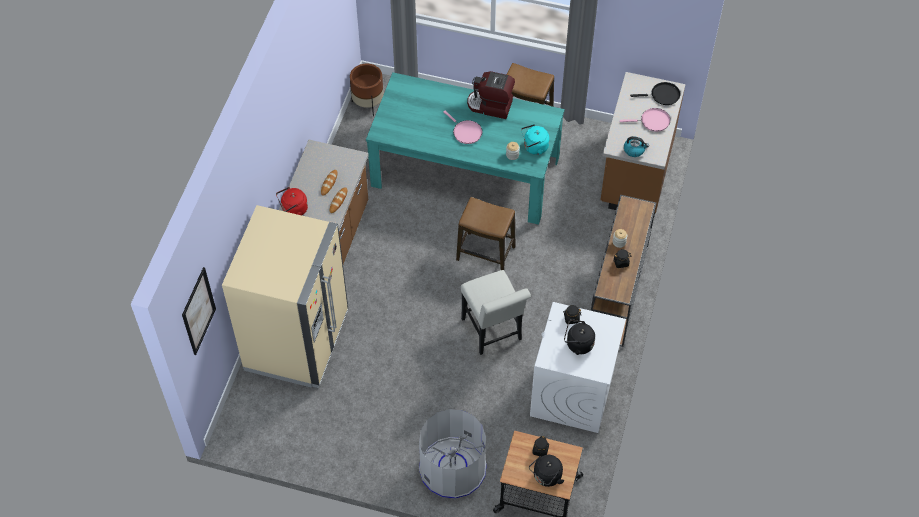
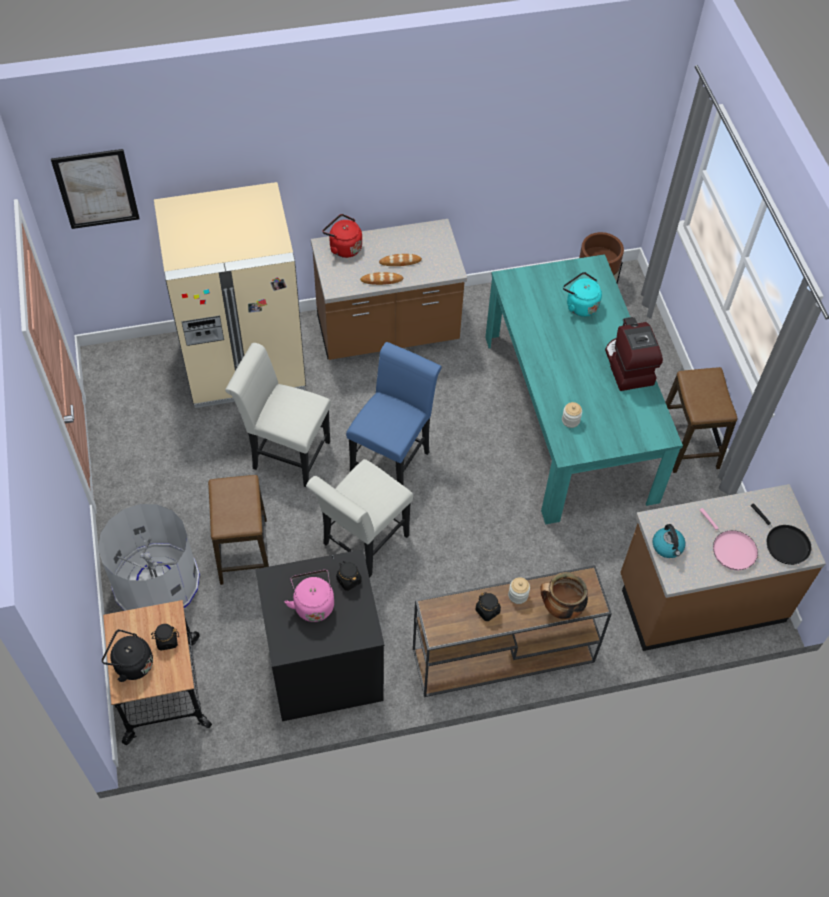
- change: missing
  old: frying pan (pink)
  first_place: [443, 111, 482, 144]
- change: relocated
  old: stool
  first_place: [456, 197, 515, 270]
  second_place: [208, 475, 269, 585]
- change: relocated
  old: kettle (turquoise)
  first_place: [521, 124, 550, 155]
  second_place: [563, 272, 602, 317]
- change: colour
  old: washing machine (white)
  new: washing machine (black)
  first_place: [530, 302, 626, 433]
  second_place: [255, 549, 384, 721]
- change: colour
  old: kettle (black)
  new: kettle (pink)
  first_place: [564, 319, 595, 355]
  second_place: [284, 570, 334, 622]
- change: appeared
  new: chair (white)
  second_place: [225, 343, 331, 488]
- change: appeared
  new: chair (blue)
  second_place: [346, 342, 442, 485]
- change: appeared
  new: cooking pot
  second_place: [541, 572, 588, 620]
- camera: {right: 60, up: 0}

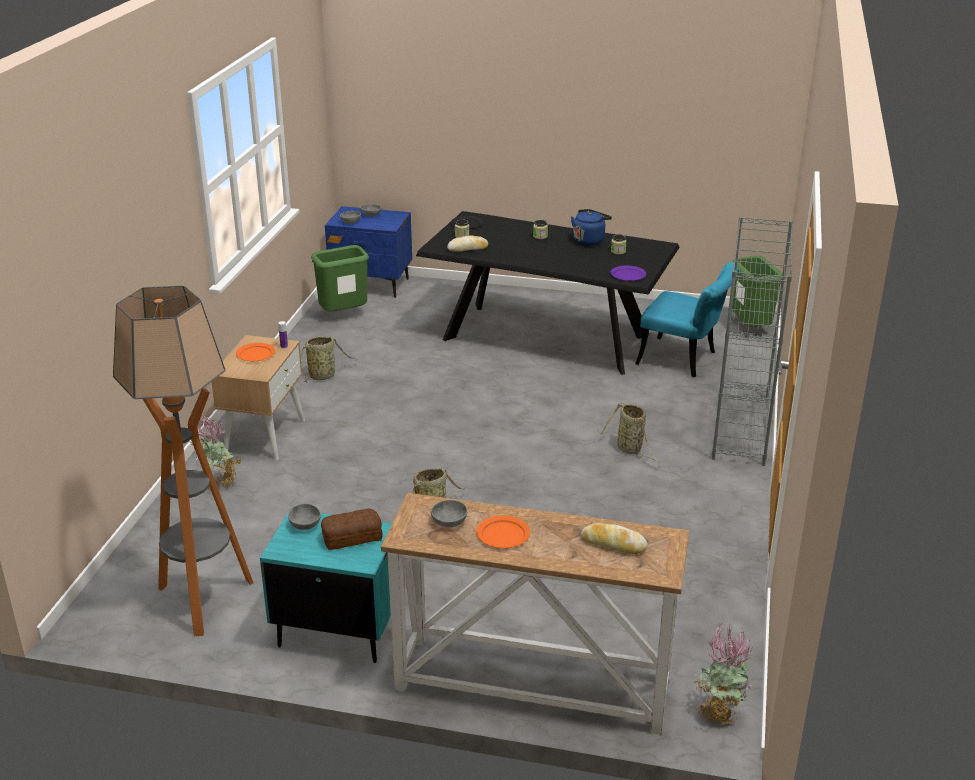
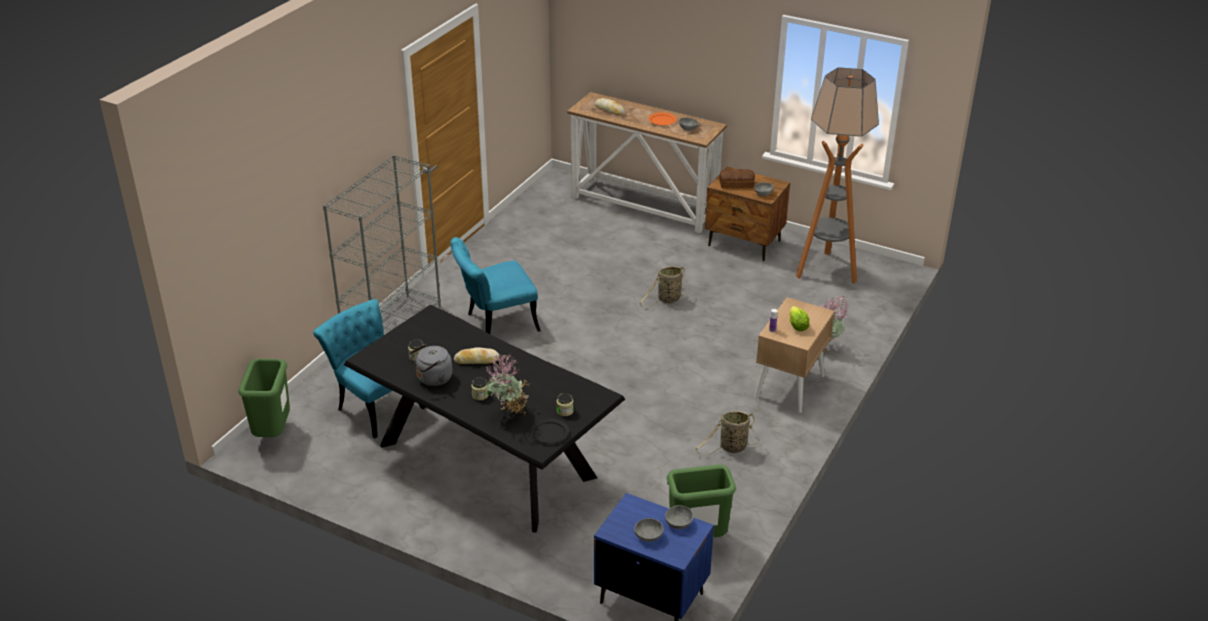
- change: exchanged
  old: plate (orange)
  new: lettuce
  first_place: [236, 343, 275, 361]
  second_place: [790, 306, 809, 331]
- change: colour
  old: nightstand (turquoise)
  new: nightstand (brown)
  first_place: [260, 510, 392, 663]
  second_place: [705, 167, 790, 261]
- change: relocated
  old: bread
  first_place: [447, 236, 488, 252]
  second_place: [454, 347, 500, 364]
- change: colour
  old: kettle (blue)
  new: kettle (grey)
  first_place: [571, 209, 612, 246]
  second_place: [409, 344, 452, 386]
- change: exchanged
  old: basket
  new: chair (turquoise)
  first_place: [600, 403, 660, 463]
  second_place: [450, 237, 541, 334]
- change: missing
  old: plate (purple)
  first_place: [610, 266, 646, 281]
- change: relocated
  old: potted plant
  first_place: [694, 624, 754, 727]
  second_place: [485, 354, 530, 415]
- camera: {right: -165, up: 5}

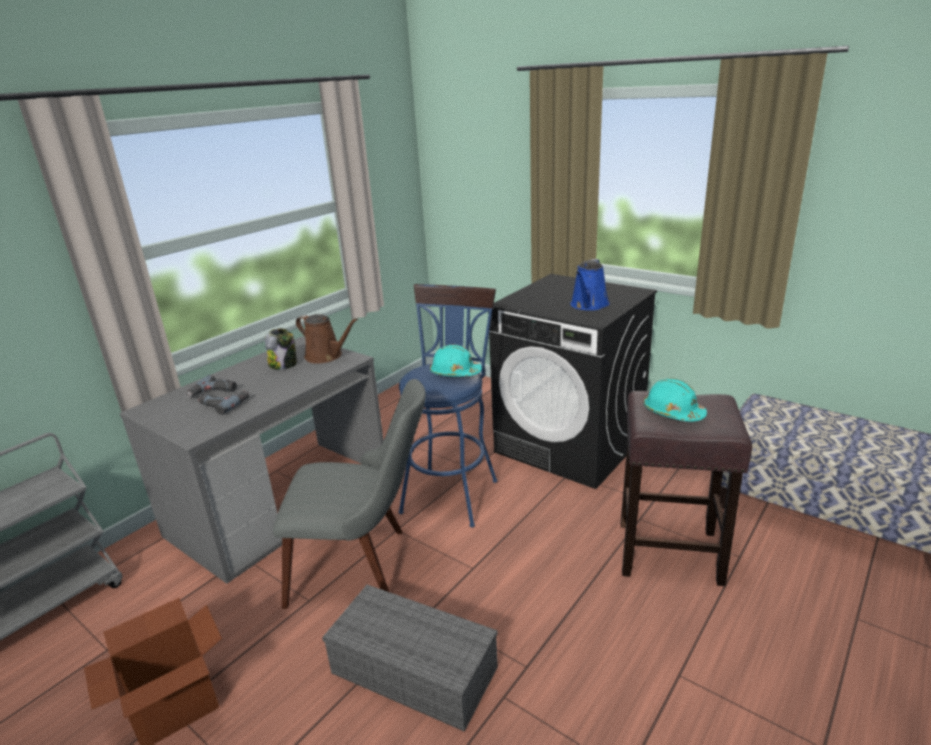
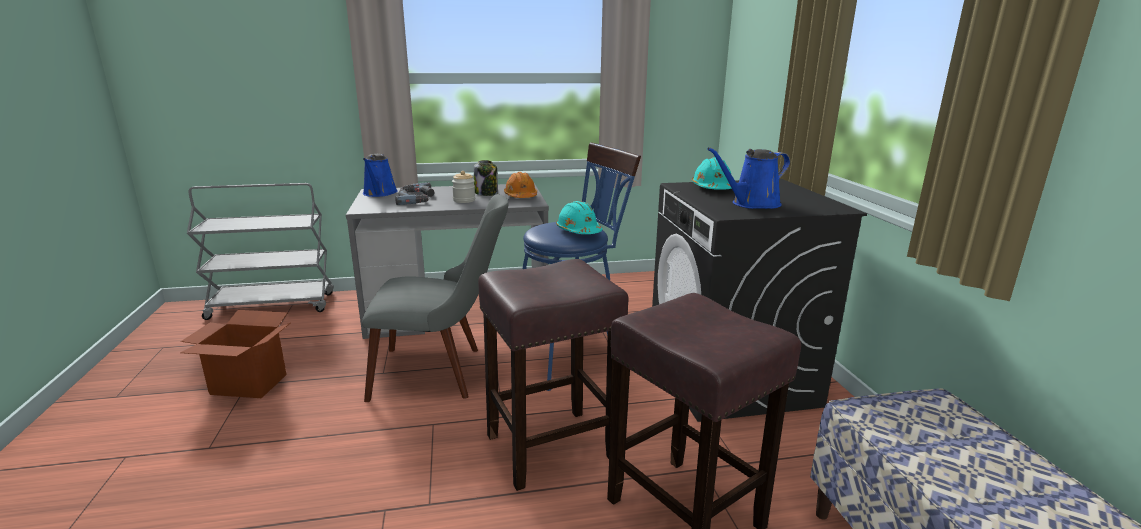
- change: spun
  old: chair (grey)
  first_place: [273, 379, 426, 609]
  second_place: [362, 194, 509, 402]
  degrees: -45
- change: exchanged
  old: watering can (brown)
  new: hard hat (orange)
  first_place: [296, 314, 358, 363]
  second_place: [504, 172, 537, 198]
- change: missing
  old: storage box (grey)
  first_place: [322, 585, 498, 732]
- change: relocated
  old: hard hat (turquoise)
  first_place: [643, 378, 707, 422]
  second_place: [692, 157, 732, 190]
- change: appeared
  new: watering can (blue)
  second_place: [363, 154, 398, 197]
- change: appeared
  new: jar
  second_place: [452, 171, 475, 203]
- change: appeared
  new: stool (brown)
  second_place: [478, 259, 628, 491]
- camera: {right: 40, up: -5}

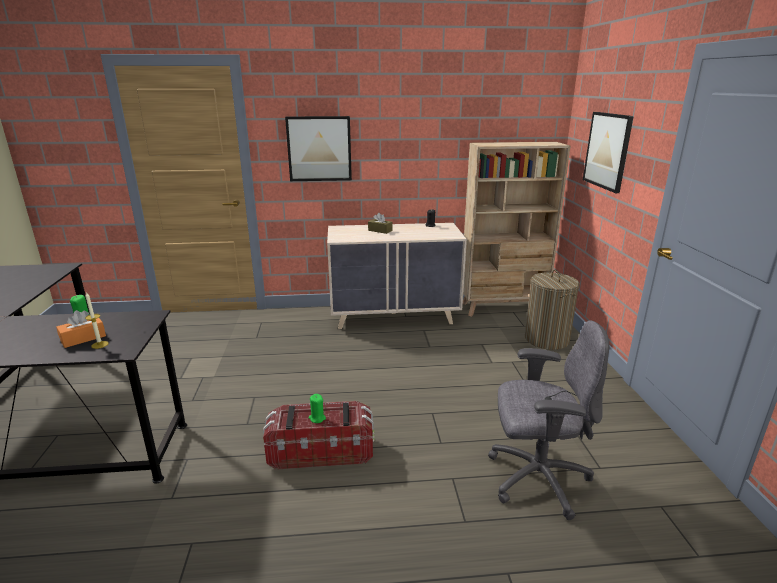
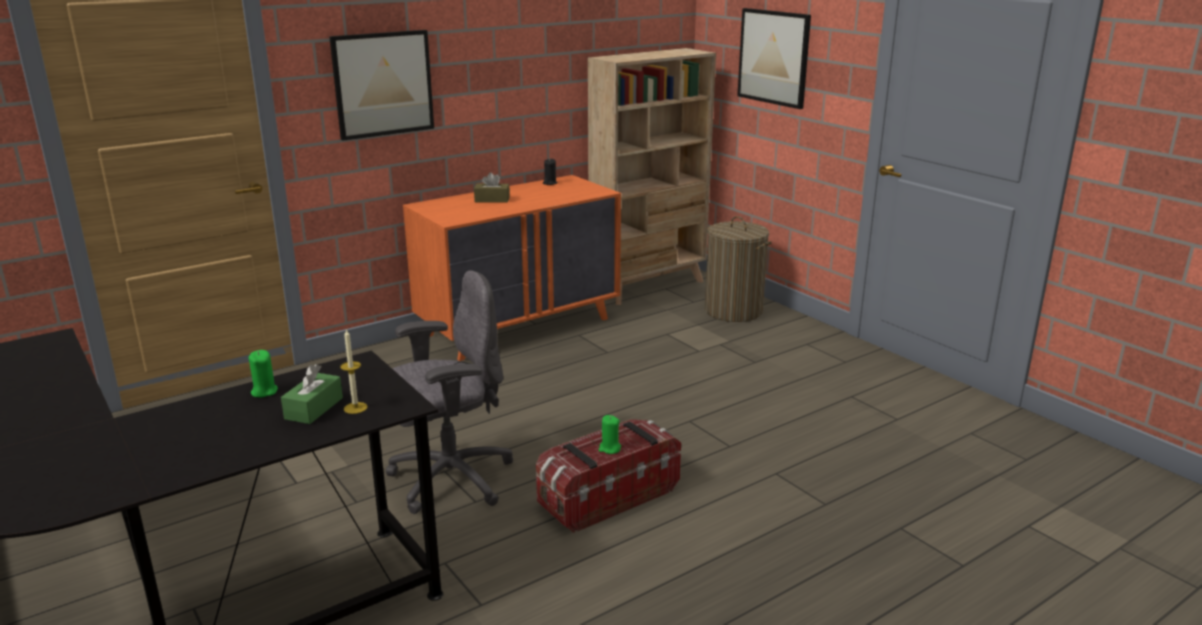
- change: colour
  old: tissue box (orange)
  new: tissue box (green)
  first_place: [56, 310, 106, 348]
  second_place: [281, 364, 343, 424]
- change: colour
  old: dresser (beige)
  new: dresser (orange)
  first_place: [327, 223, 467, 329]
  second_place: [403, 175, 621, 361]
- change: relocated
  old: office chair (grey)
  first_place: [488, 320, 609, 520]
  second_place: [386, 271, 513, 514]
- camera: {right: -30, up: 0}

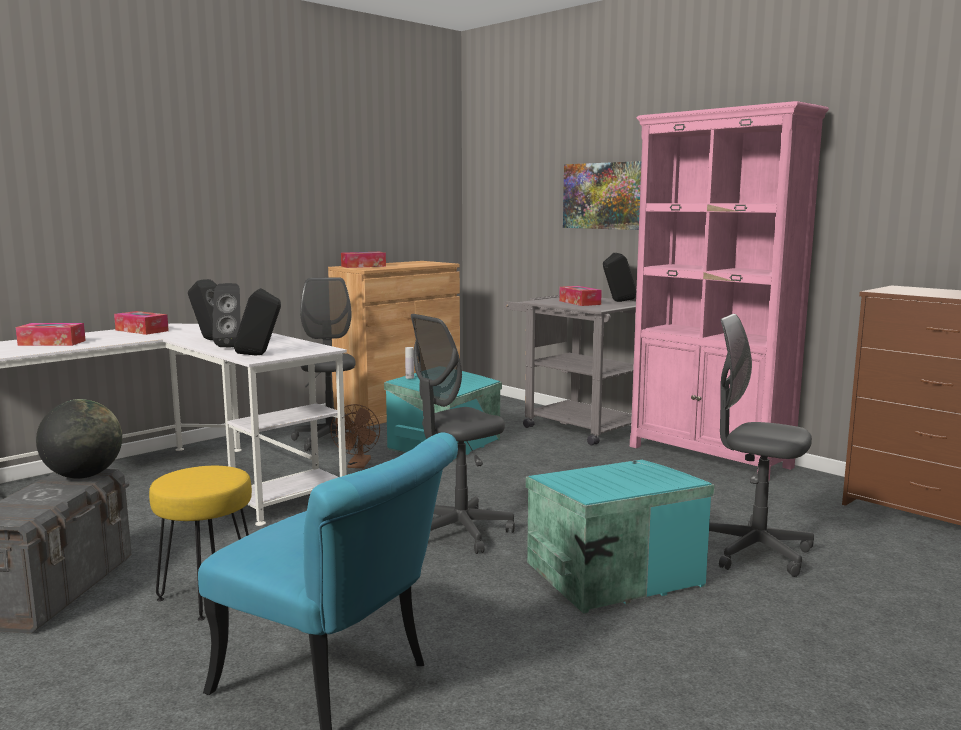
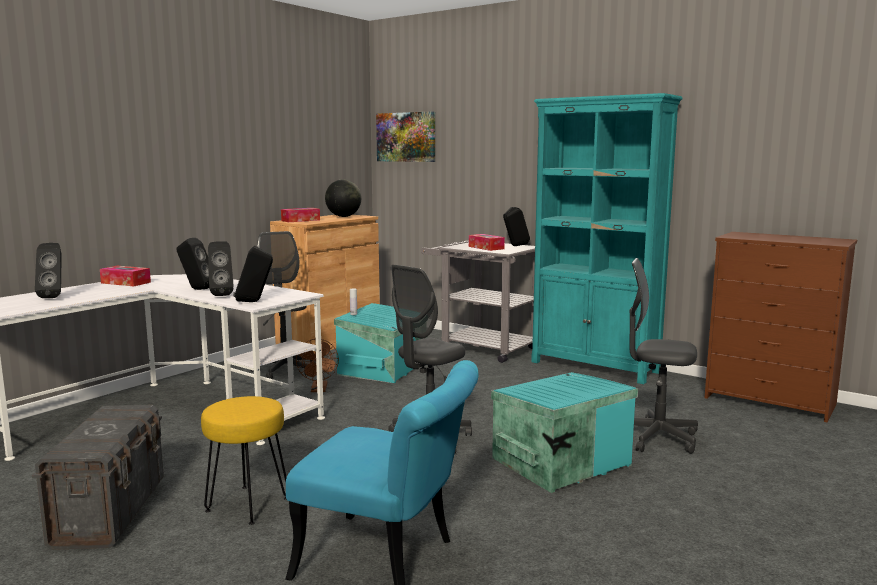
- change: exchanged
  old: tissue box
  new: speaker (black)
  first_place: [16, 323, 86, 346]
  second_place: [35, 243, 62, 298]
- change: relocated
  old: globe
  first_place: [36, 399, 122, 479]
  second_place: [325, 179, 361, 217]
- change: relocated
  old: picture
  first_place: [563, 161, 641, 230]
  second_place: [376, 111, 435, 162]
- change: colour
  old: bookcase (pink)
  new: bookcase (turquoise)
  first_place: [630, 101, 829, 481]
  second_place: [531, 93, 683, 384]
- camera: {right: -10, up: 0}

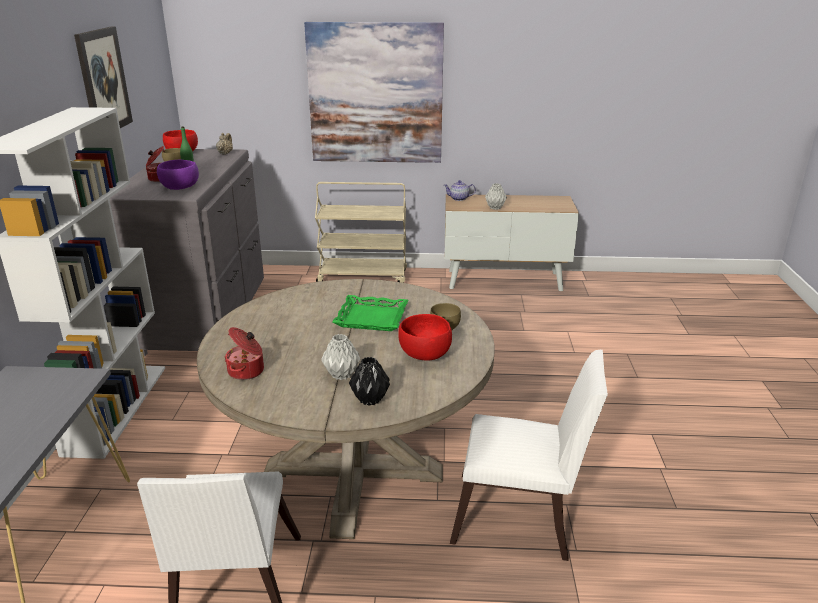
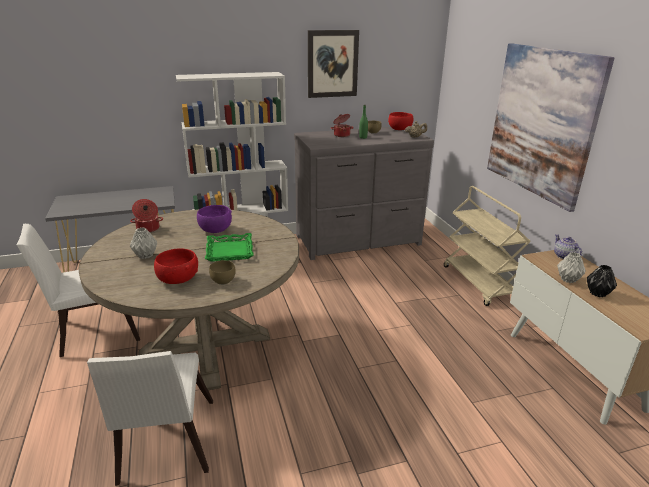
- change: relocated
  old: bowl (purple)
  first_place: [157, 160, 199, 190]
  second_place: [197, 205, 232, 233]
- change: relocated
  old: vase (black)
  first_place: [349, 357, 390, 406]
  second_place: [587, 265, 617, 297]
- camera: {right: 70, up: 0}

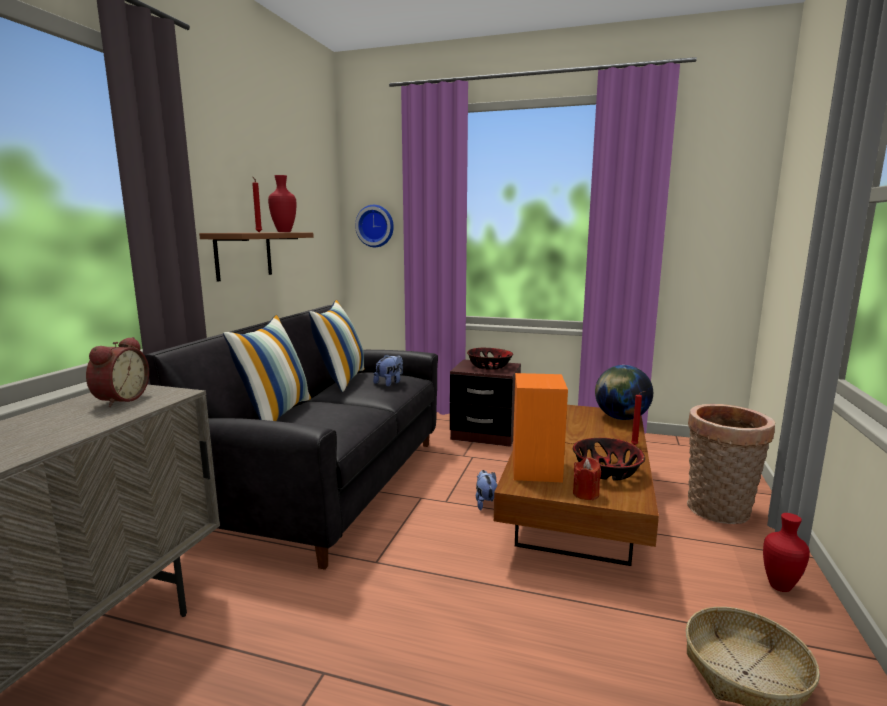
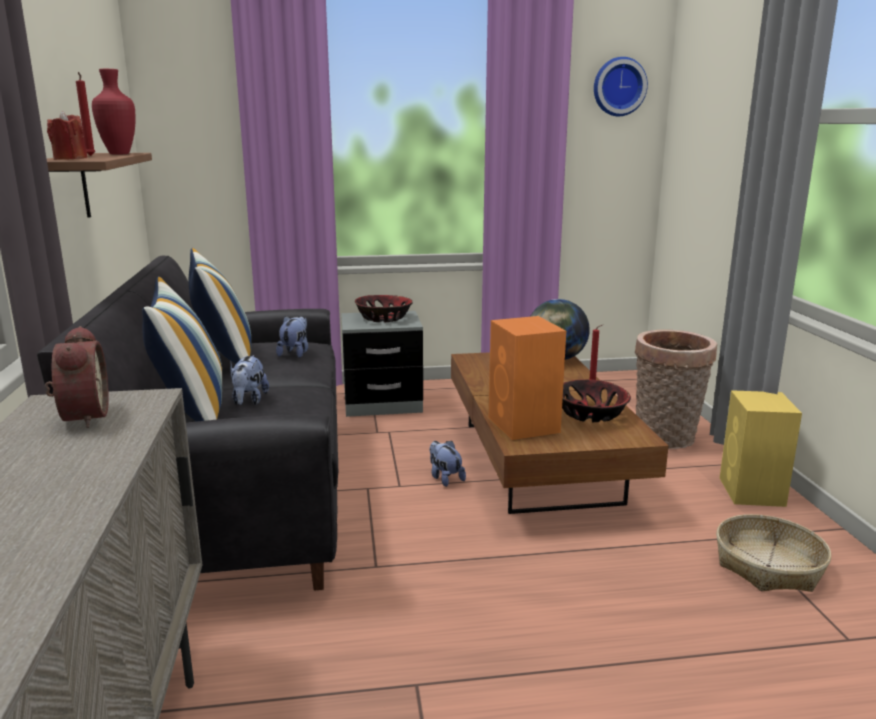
- change: relocated
  old: wall clock
  first_place: [355, 205, 394, 247]
  second_place: [594, 57, 648, 116]
- change: colour
  old: nightstand (brown)
  new: nightstand (grey)
  first_place: [450, 359, 521, 447]
  second_place: [341, 311, 423, 417]
- change: relocated
  old: candle (red)
  first_place: [573, 457, 601, 500]
  second_place: [47, 111, 87, 160]
- change: exchanged
  old: vase (red)
  new: speaker (yellow)
  first_place: [763, 513, 810, 592]
  second_place: [720, 390, 802, 507]
- change: appeared
  new: plush toy
  second_place: [230, 355, 269, 405]
- camera: {right: -25, up: 5}

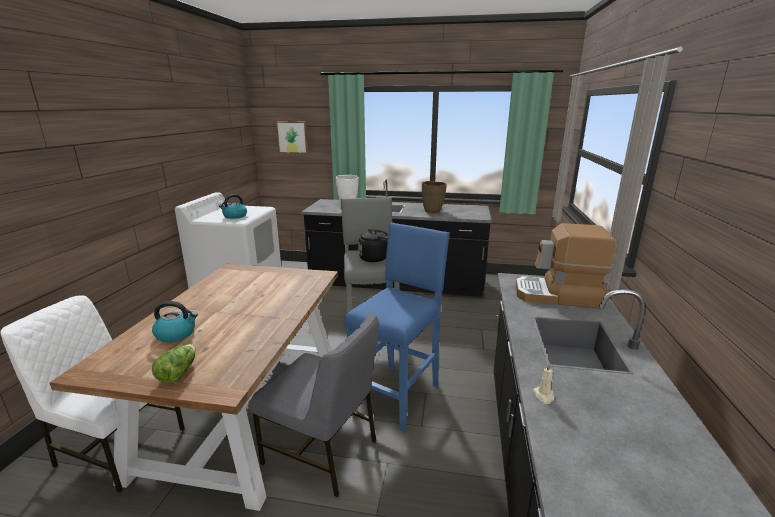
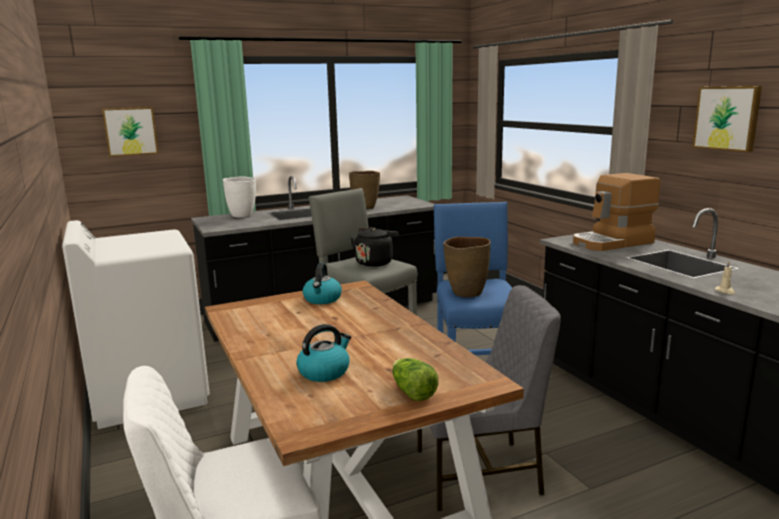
- change: relocated
  old: kettle
  first_place: [219, 194, 247, 219]
  second_place: [302, 263, 342, 304]
- change: appeared
  new: vase (brown)
  second_place: [443, 237, 491, 297]
- change: appeared
  new: picture
  second_place: [693, 86, 762, 152]
- camera: {right: -35, up: -5}

